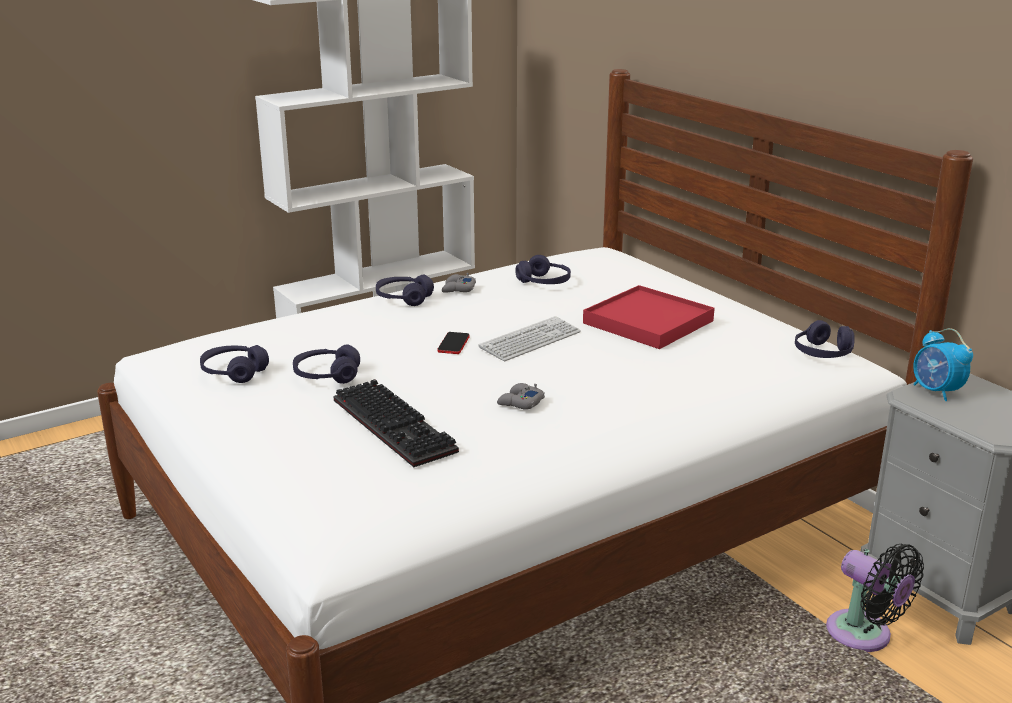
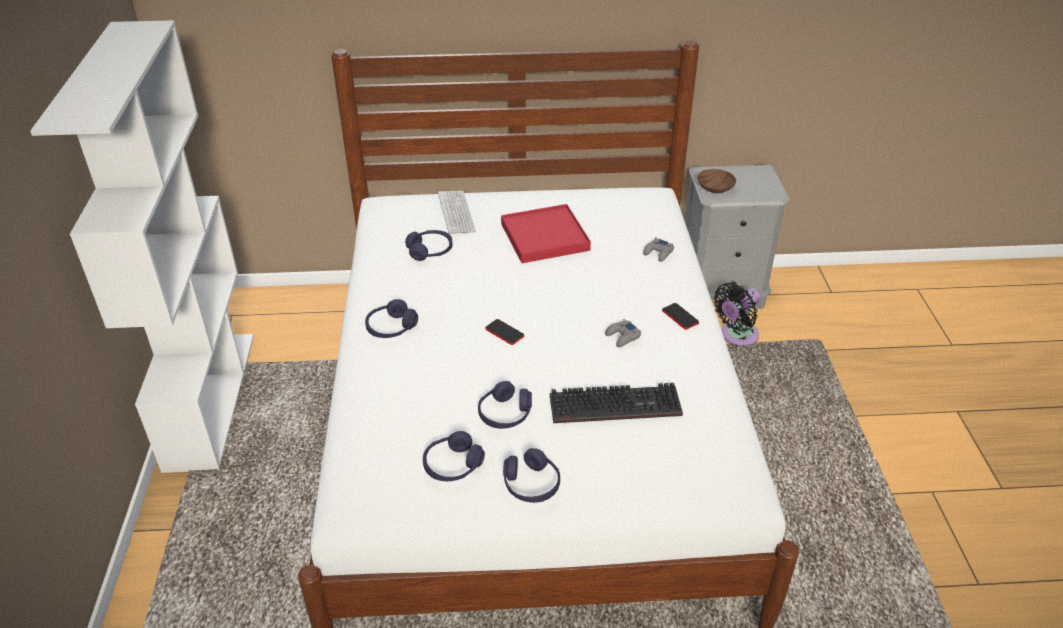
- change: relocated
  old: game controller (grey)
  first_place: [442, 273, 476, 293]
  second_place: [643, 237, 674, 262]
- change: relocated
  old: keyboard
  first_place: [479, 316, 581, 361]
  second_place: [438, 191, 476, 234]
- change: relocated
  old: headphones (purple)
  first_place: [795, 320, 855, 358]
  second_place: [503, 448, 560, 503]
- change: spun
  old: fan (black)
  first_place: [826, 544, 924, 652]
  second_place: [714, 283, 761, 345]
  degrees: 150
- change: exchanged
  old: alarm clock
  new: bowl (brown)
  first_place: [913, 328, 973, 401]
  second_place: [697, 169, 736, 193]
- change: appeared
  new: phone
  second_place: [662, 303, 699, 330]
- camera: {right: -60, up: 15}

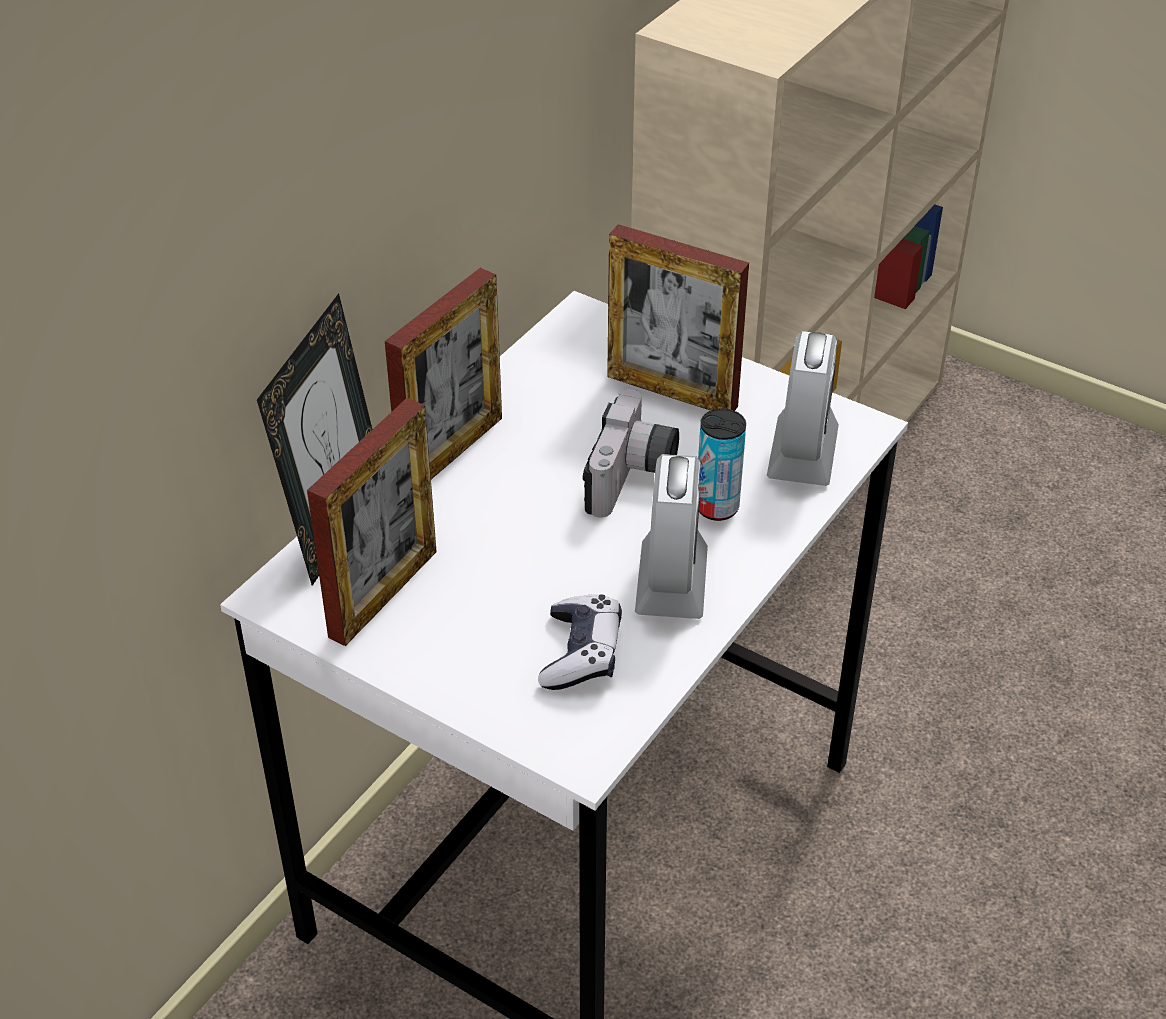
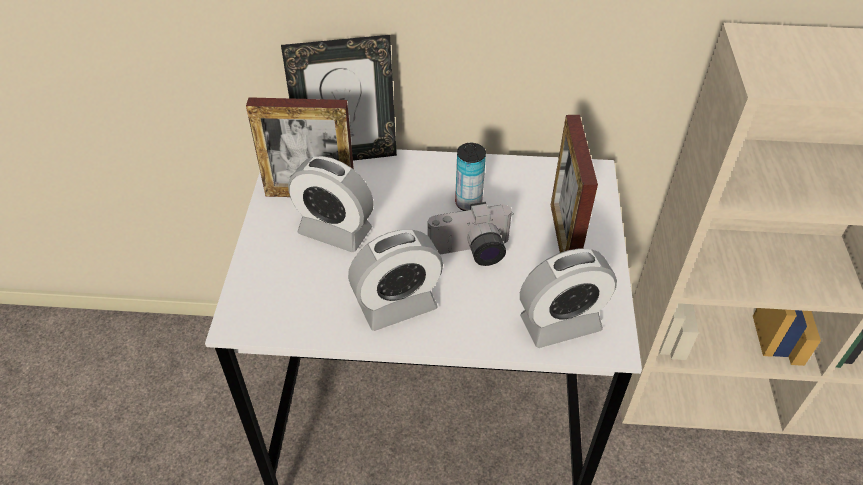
- change: missing
  old: picture frame
  first_place: [385, 268, 502, 479]
- change: missing
  old: game controller
  first_place: [538, 594, 622, 690]
- change: relocated
  old: can
  first_place: [698, 408, 746, 521]
  second_place: [455, 143, 486, 211]
- change: appeared
  new: alarm clock
  second_place: [288, 156, 374, 252]
- camera: {right: 60, up: 5}

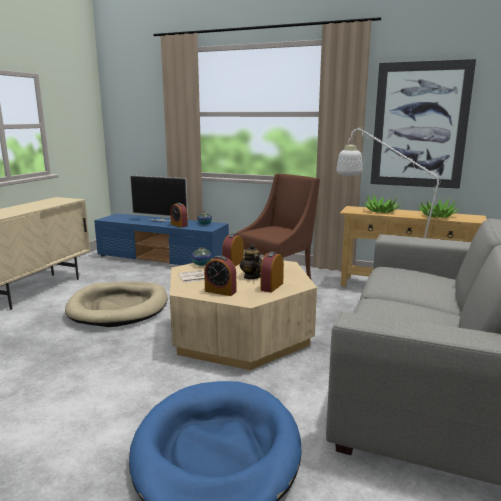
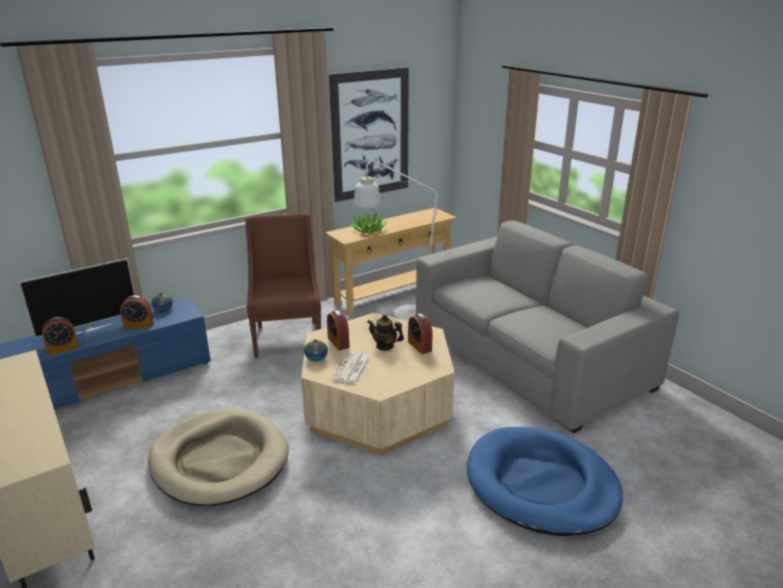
- change: relocated
  old: alarm clock
  first_place: [204, 255, 236, 296]
  second_place: [42, 317, 79, 356]
- change: missing
  old: potted plant
  first_place: [417, 198, 459, 218]
- camera: {right: -55, up: 10}

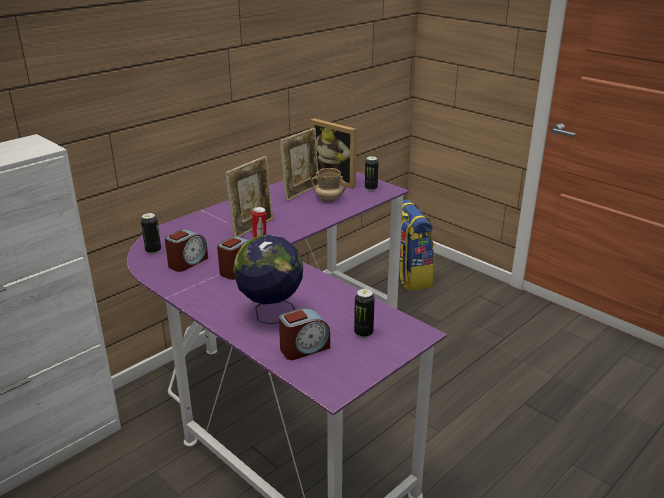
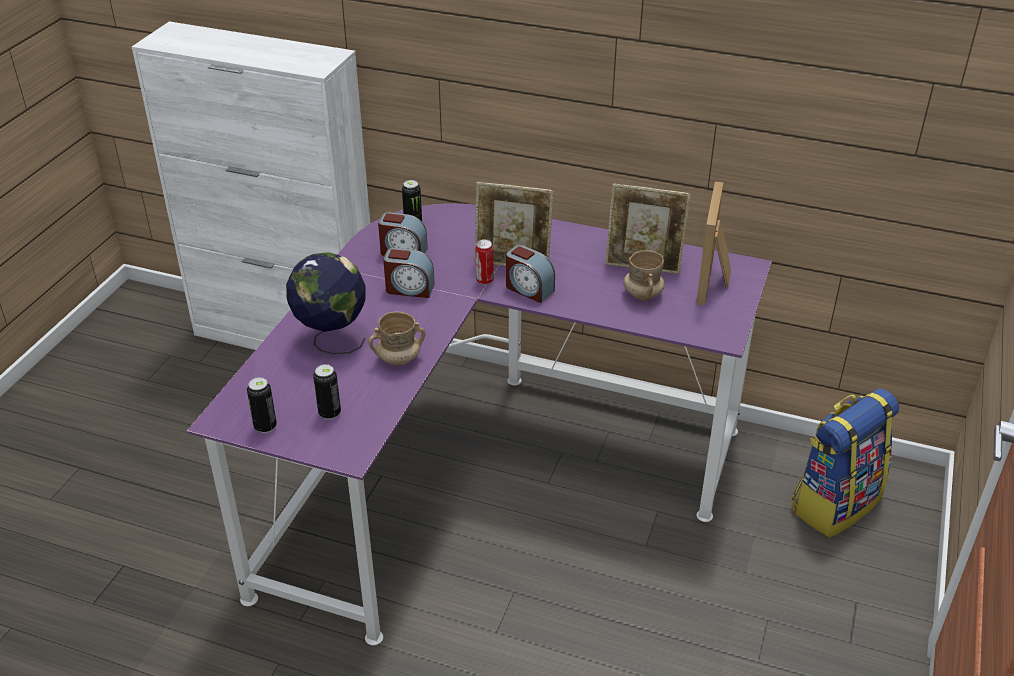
- change: relocated
  old: alarm clock
  first_place: [279, 308, 330, 360]
  second_place: [506, 245, 555, 303]
- change: relocated
  old: can
  first_place: [365, 156, 379, 191]
  second_place: [247, 377, 277, 433]
- change: appeared
  new: mug (beige)
  second_place: [368, 312, 426, 366]
- camera: {right: 65, up: 10}

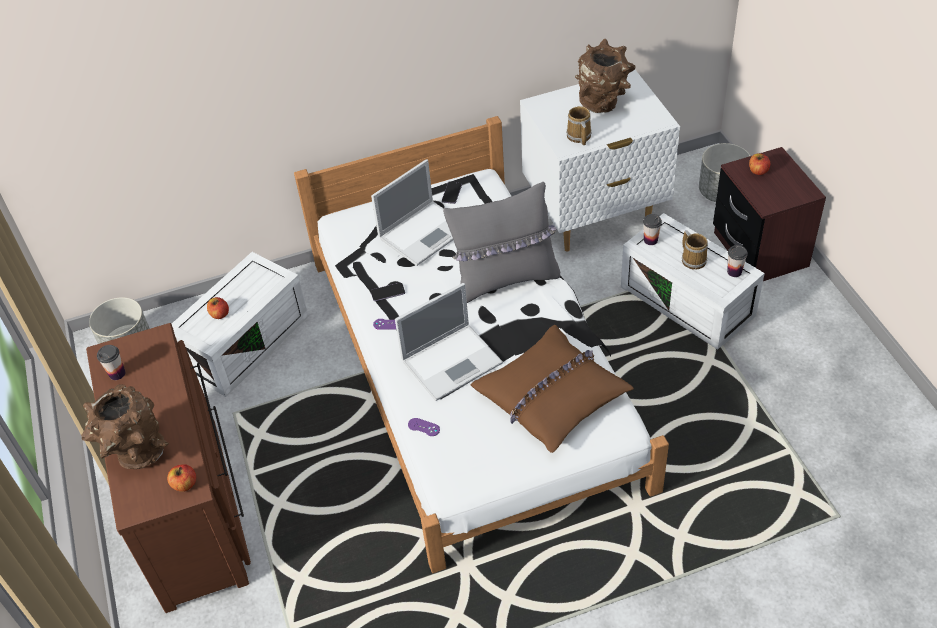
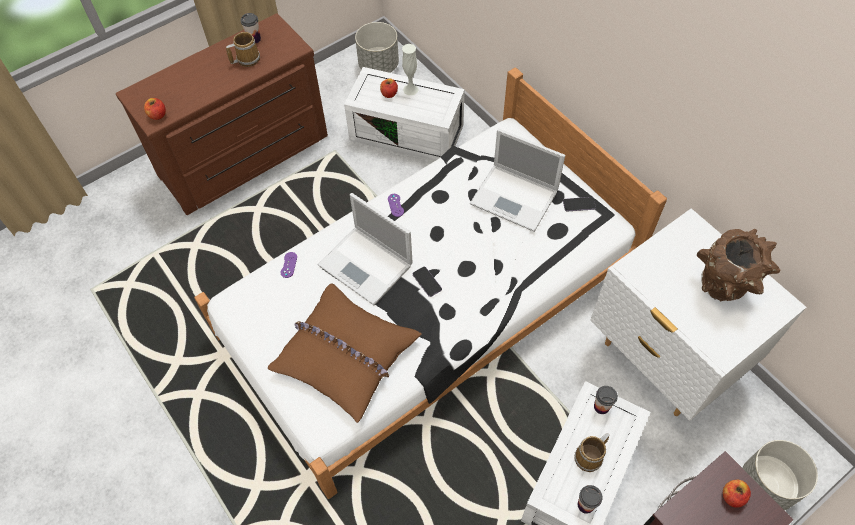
- change: missing
  old: vase (brown)
  first_place: [81, 384, 169, 469]
- change: relocated
  old: phone
  first_place: [371, 283, 405, 301]
  second_place: [413, 267, 442, 297]
- change: missing
  old: pillow (grey)
  first_place: [443, 182, 560, 303]
- change: relocated
  old: mug
  first_place: [566, 106, 591, 145]
  second_place: [226, 32, 260, 67]
- change: appeared
  new: vase (white)
  second_place: [402, 44, 419, 95]
- camera: {right: 70, up: 10}

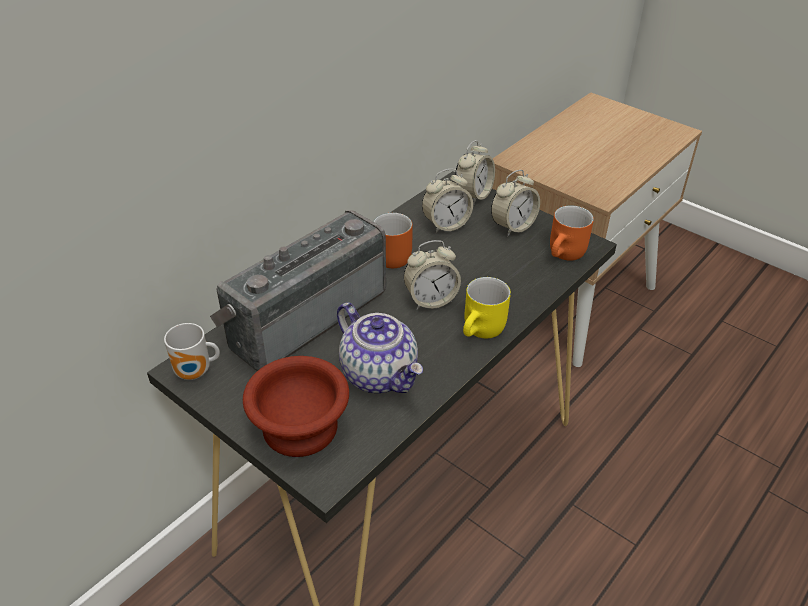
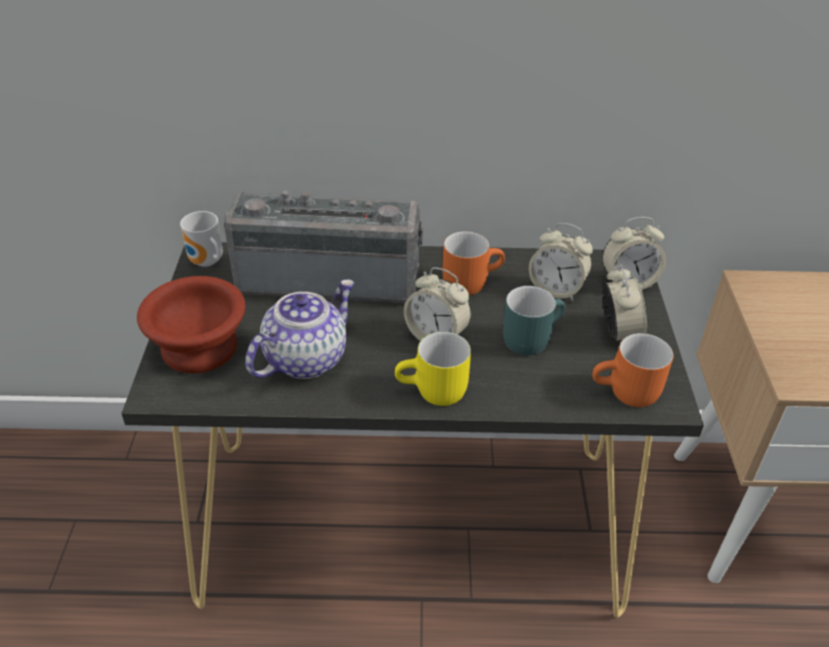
- change: spun
  old: teapot
  first_place: [337, 302, 423, 393]
  second_place: [245, 279, 354, 379]
  degrees: -150
- change: spun
  old: alarm clock
  first_place: [491, 170, 540, 236]
  second_place: [602, 265, 647, 341]
  degrees: -105
- change: appeared
  new: mug (turquoise)
  second_place: [503, 286, 565, 355]
- camera: {right: 50, up: 0}

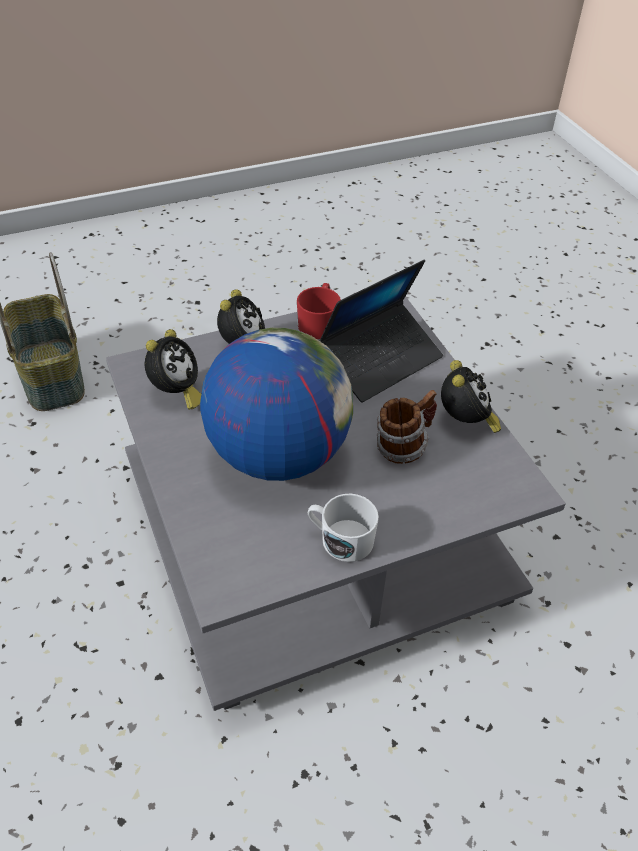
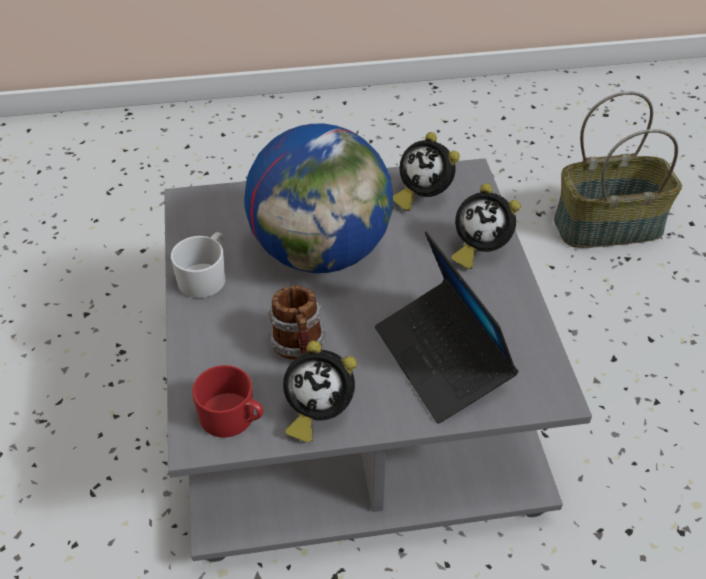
- change: relocated
  old: mug (red)
  first_place: [297, 283, 341, 339]
  second_place: [192, 365, 264, 438]
- camera: {right: 105, up: 0}

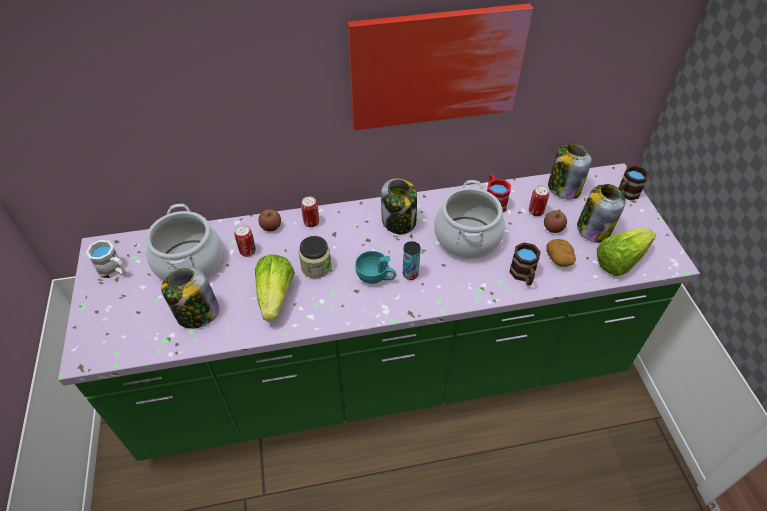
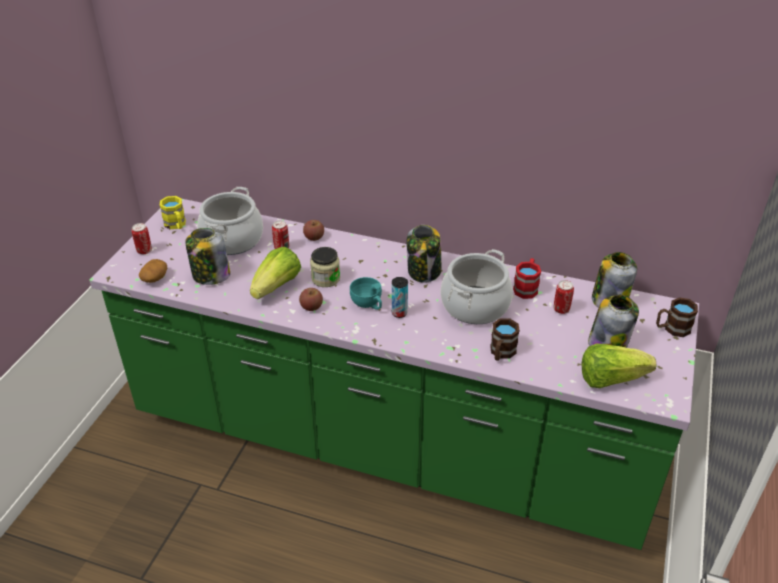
- change: colour
  old: mug (white)
  new: mug (yellow)
  first_place: [86, 240, 126, 278]
  second_place: [160, 196, 186, 229]
- change: relocated
  old: can
  first_place: [301, 196, 319, 227]
  second_place: [132, 223, 152, 254]
- change: missing
  old: picture
  first_place: [348, 3, 533, 130]
- change: relocated
  old: apple
  first_place: [544, 210, 567, 233]
  second_place: [299, 288, 323, 311]
- change: relocated
  old: potato
  first_place: [546, 239, 576, 267]
  second_place: [139, 259, 167, 283]
- camera: {right: 30, up: -10}

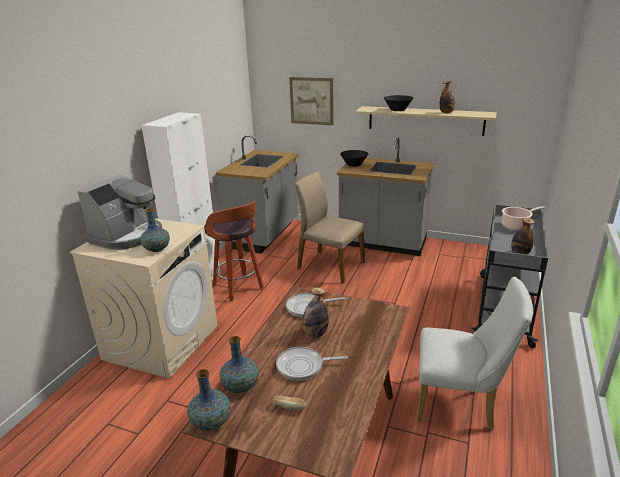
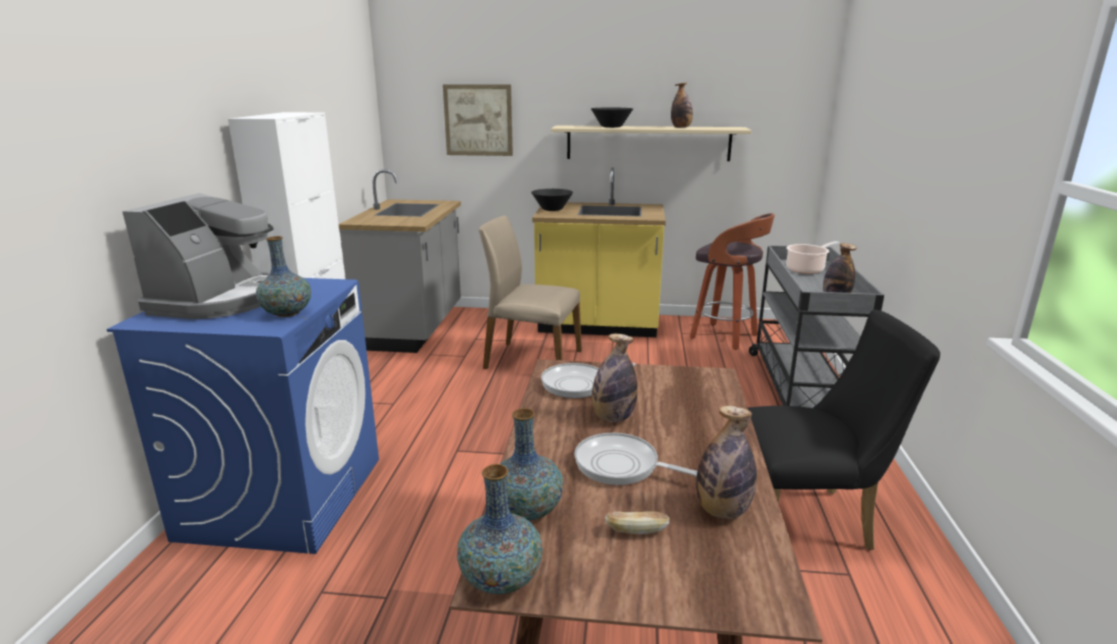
- change: colour
  old: washing machine (beige)
  new: washing machine (blue)
  first_place: [69, 219, 217, 379]
  second_place: [107, 278, 379, 554]
- change: relocated
  old: stool
  first_place: [204, 201, 264, 301]
  second_place: [690, 213, 775, 350]
- change: spun
  old: frying pan
  first_place: [276, 347, 348, 381]
  second_place: [574, 433, 697, 485]
  degrees: 45
- change: colour
  old: counter (grey)
  new: counter (yellow)
  first_place: [337, 138, 434, 256]
  second_place: [532, 167, 666, 337]
- change: colour
  old: chair (white)
  new: chair (black)
  first_place: [417, 277, 533, 430]
  second_place: [748, 310, 940, 550]
- change: appeared
  new: bottle
  second_place: [696, 406, 757, 519]
- camera: {right: -15, up: -5}

